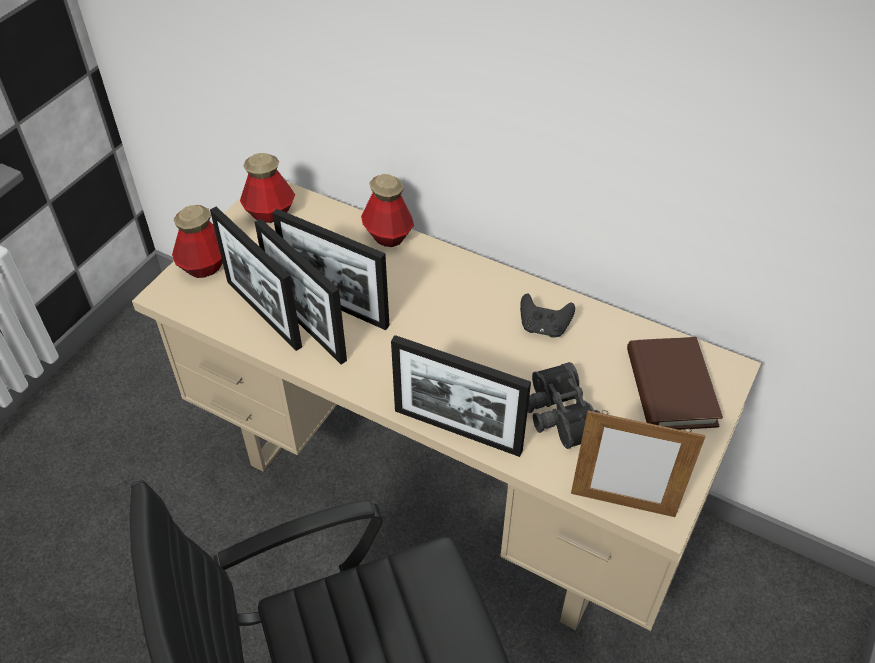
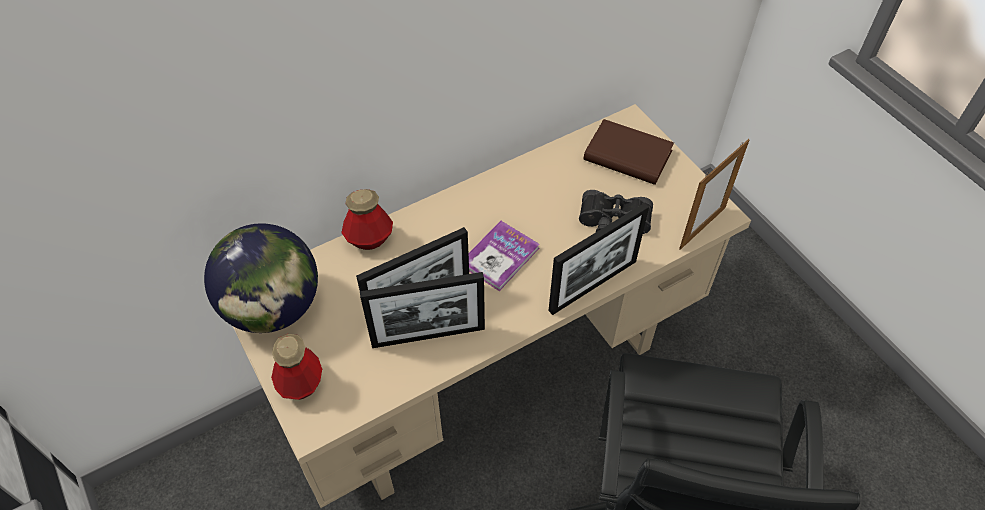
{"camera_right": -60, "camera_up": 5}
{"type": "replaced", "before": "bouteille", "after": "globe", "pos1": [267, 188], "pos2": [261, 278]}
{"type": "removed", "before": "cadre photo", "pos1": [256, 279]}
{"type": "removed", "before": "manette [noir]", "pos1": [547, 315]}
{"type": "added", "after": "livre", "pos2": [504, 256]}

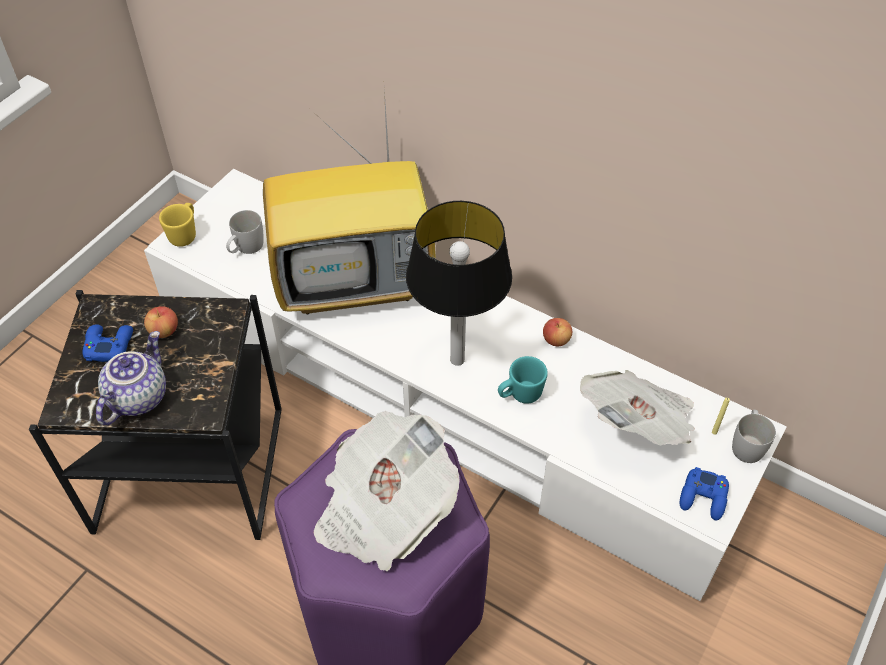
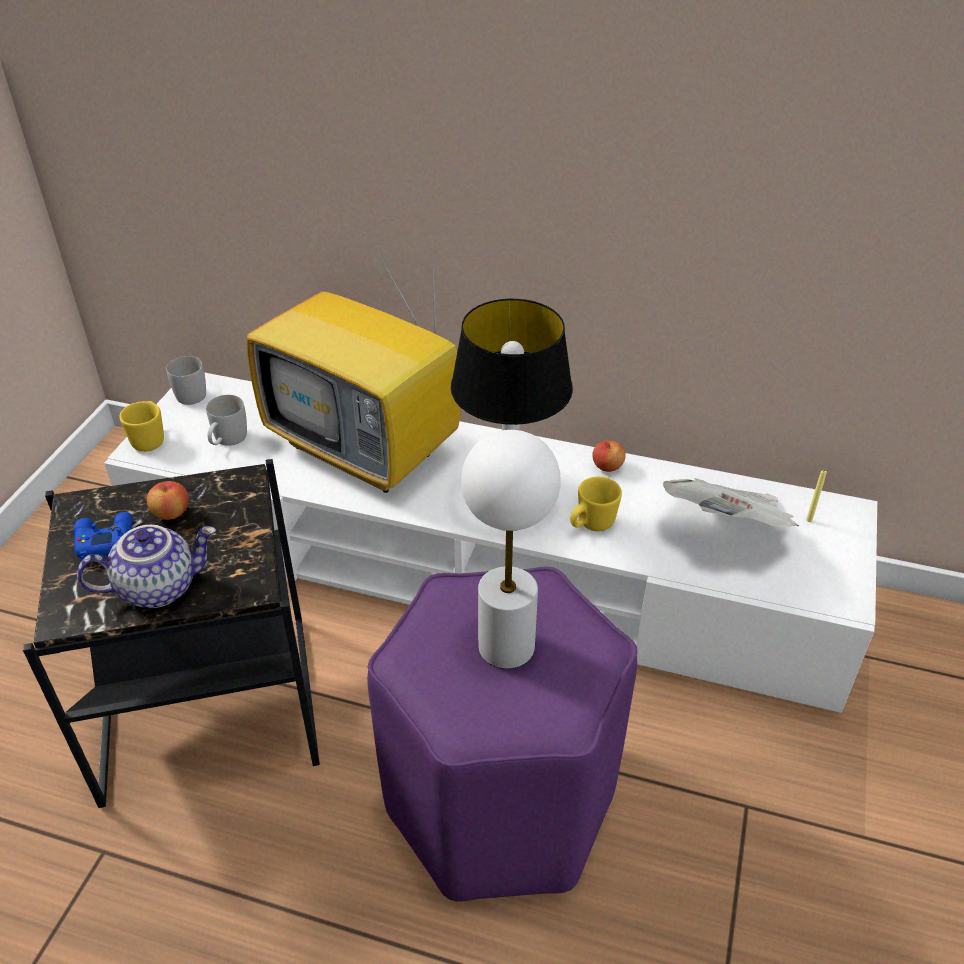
{"camera_right": -15, "camera_up": -10}
{"type": "turned", "before": "téléviseur", "pos1": [349, 202], "pos2": [354, 359], "turn": 60}
{"type": "turned", "before": "théière", "pos1": [131, 378], "pos2": [146, 566], "turn": 60}
{"type": "recoloured", "before": "mug [turquoise]", "after": "mug [jaune]", "pos1": [523, 380], "pos2": [596, 503]}
{"type": "moved", "before": "mug [blanc]", "pos1": [754, 436], "pos2": [186, 380]}
{"type": "replaced", "before": "journal", "after": "lampe de table [blanc]", "pos1": [386, 491], "pos2": [511, 549]}
{"type": "removed", "before": "manette [bleu]", "pos1": [704, 493]}

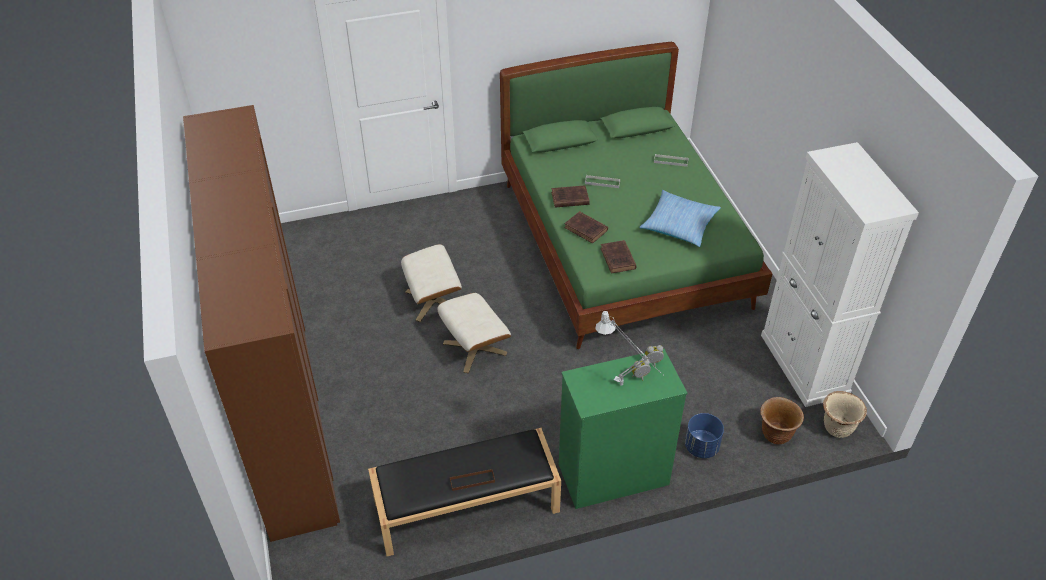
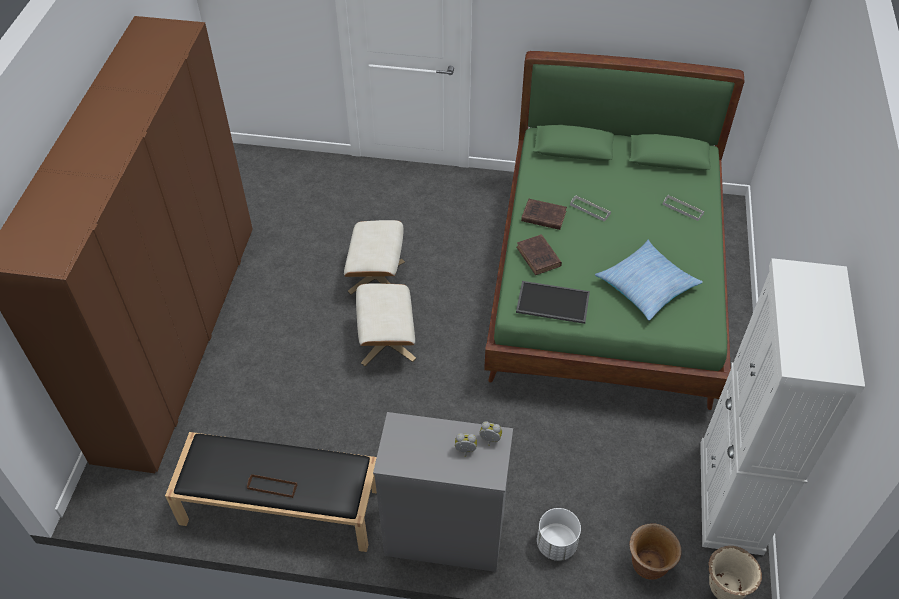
{"camera_right": 25, "camera_up": 5}
{"type": "replaced", "before": "livre [marron]", "after": "plateau", "pos1": [618, 256], "pos2": [553, 302]}
{"type": "removed", "before": "lampe de table [gris]", "pos1": [629, 348]}
{"type": "recoloured", "before": "commode [vert]", "after": "commode [gris]", "pos1": [623, 429], "pos2": [443, 492]}
{"type": "recoloured", "before": "cache-pot [bleu]", "after": "cache-pot [blanc]", "pos1": [704, 435], "pos2": [559, 534]}

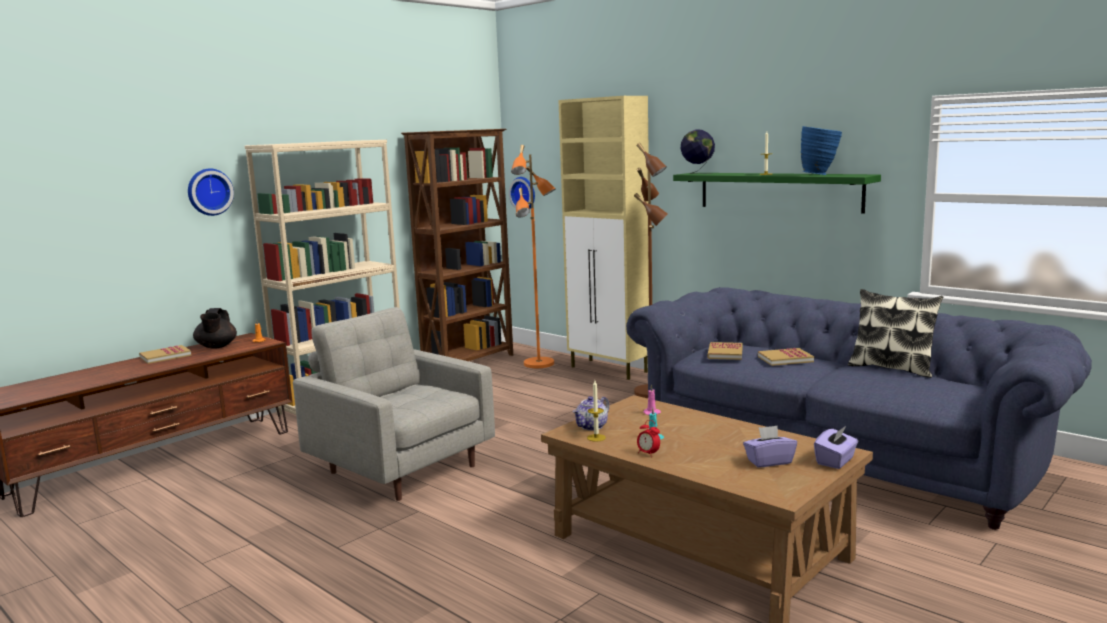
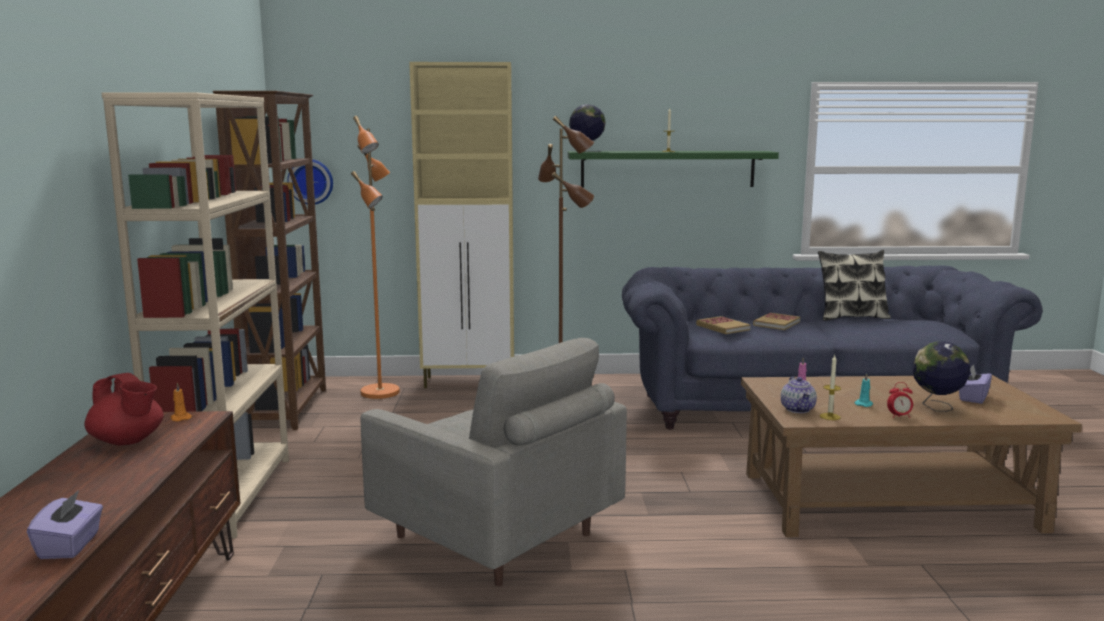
{"camera_right": -45, "camera_up": 0}
{"type": "removed", "before": "vase [bleu]", "pos1": [821, 150]}
{"type": "removed", "before": "horloge murale", "pos1": [211, 192]}
{"type": "turned", "before": "fauteuil [gris]", "pos1": [394, 404], "pos2": [494, 462], "turn": -135}
{"type": "recoloured", "before": "théière [noir]", "after": "théière [rouge]", "pos1": [215, 328], "pos2": [124, 409]}
{"type": "removed", "before": "livre", "pos1": [165, 354]}
{"type": "moved", "before": "boîte à mouchoirs [violet]", "pos1": [836, 447], "pos2": [65, 524]}
{"type": "added", "after": "globe", "pos2": [941, 376]}

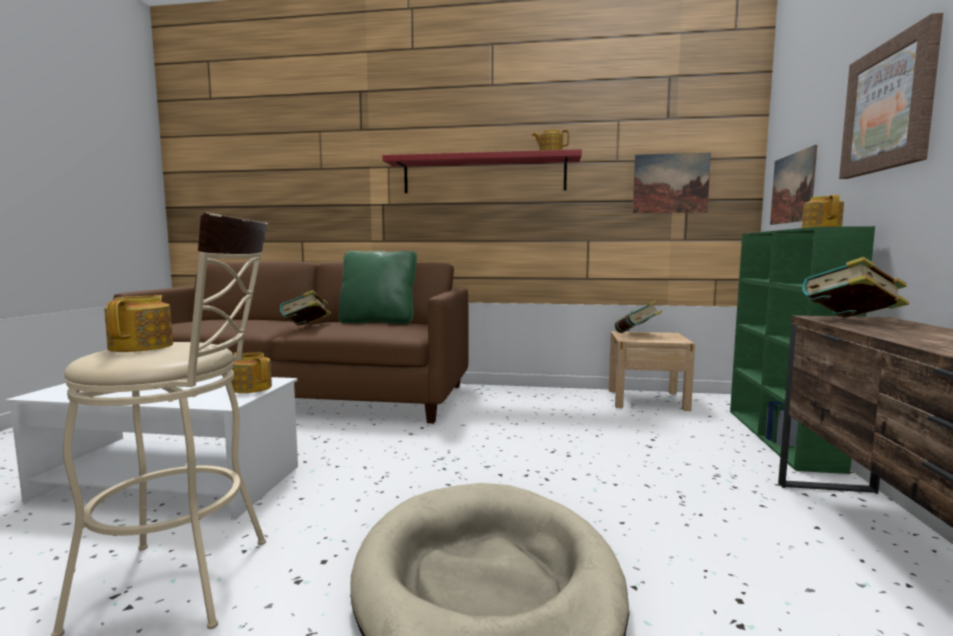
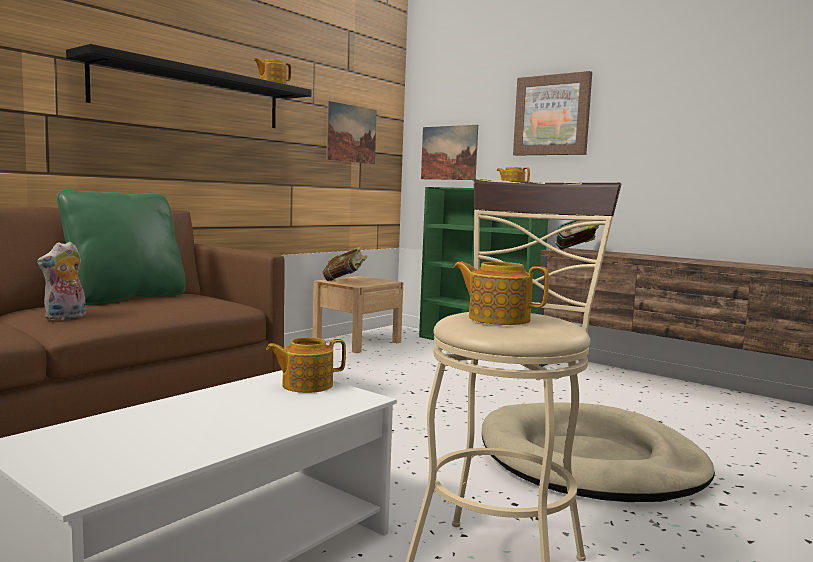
{"camera_right": -60, "camera_up": 0}
{"type": "recoloured", "before": "étagère [rouge]", "after": "étagère [noir]", "pos1": [482, 171], "pos2": [189, 86]}
{"type": "replaced", "before": "livre", "after": "peluche", "pos1": [305, 307], "pos2": [61, 281]}

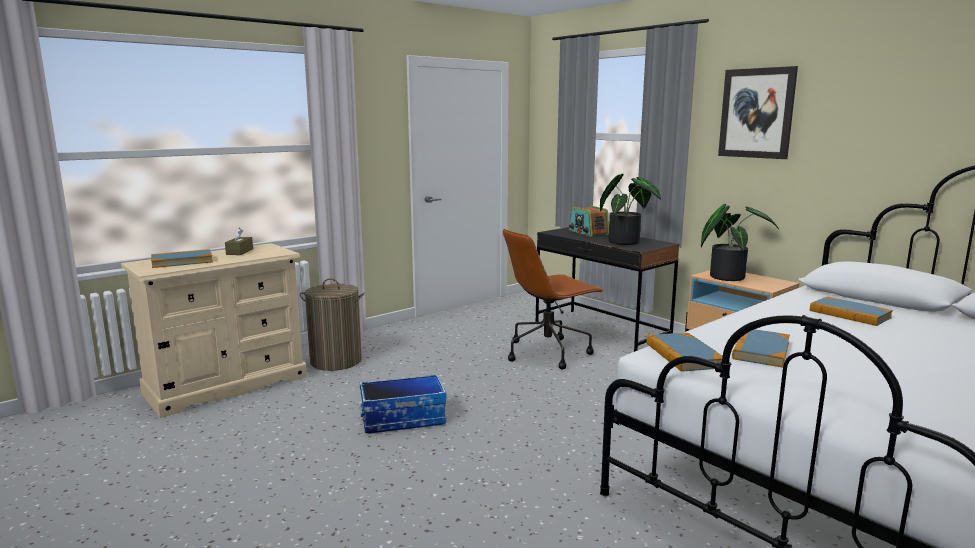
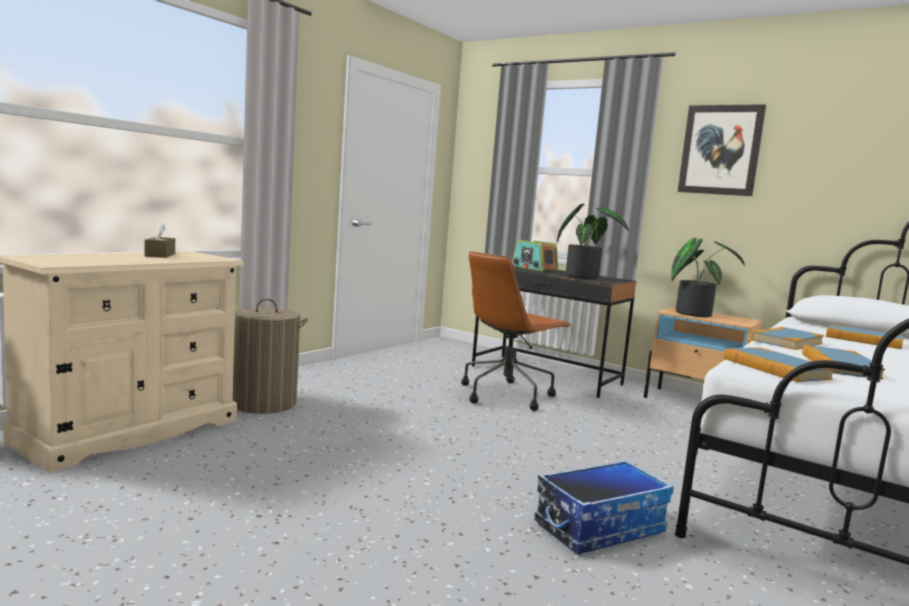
{"camera_right": -15, "camera_up": -5}
{"type": "moved", "before": "livre", "pos1": [182, 258], "pos2": [788, 338]}
{"type": "moved", "before": "boîte de rangement", "pos1": [403, 404], "pos2": [604, 507]}

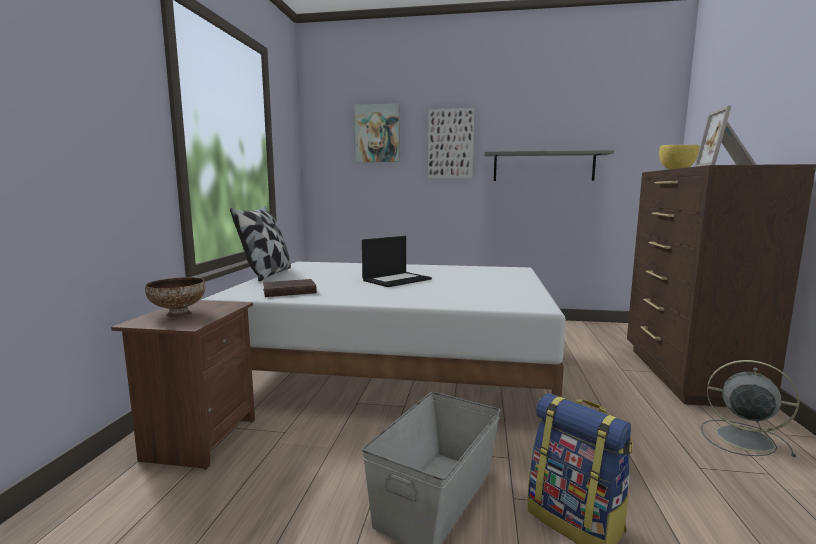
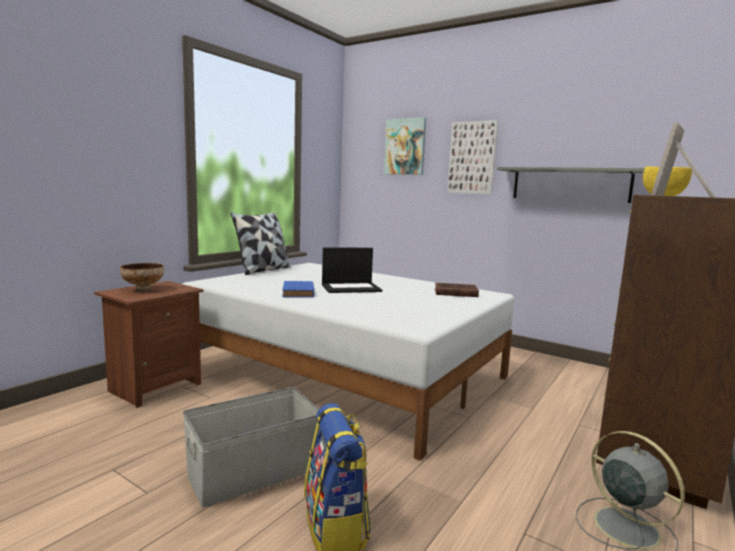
{"camera_right": 25, "camera_up": 0}
{"type": "moved", "before": "livre [marron]", "pos1": [290, 288], "pos2": [457, 290]}
{"type": "added", "after": "livre [bleu]", "pos2": [298, 289]}

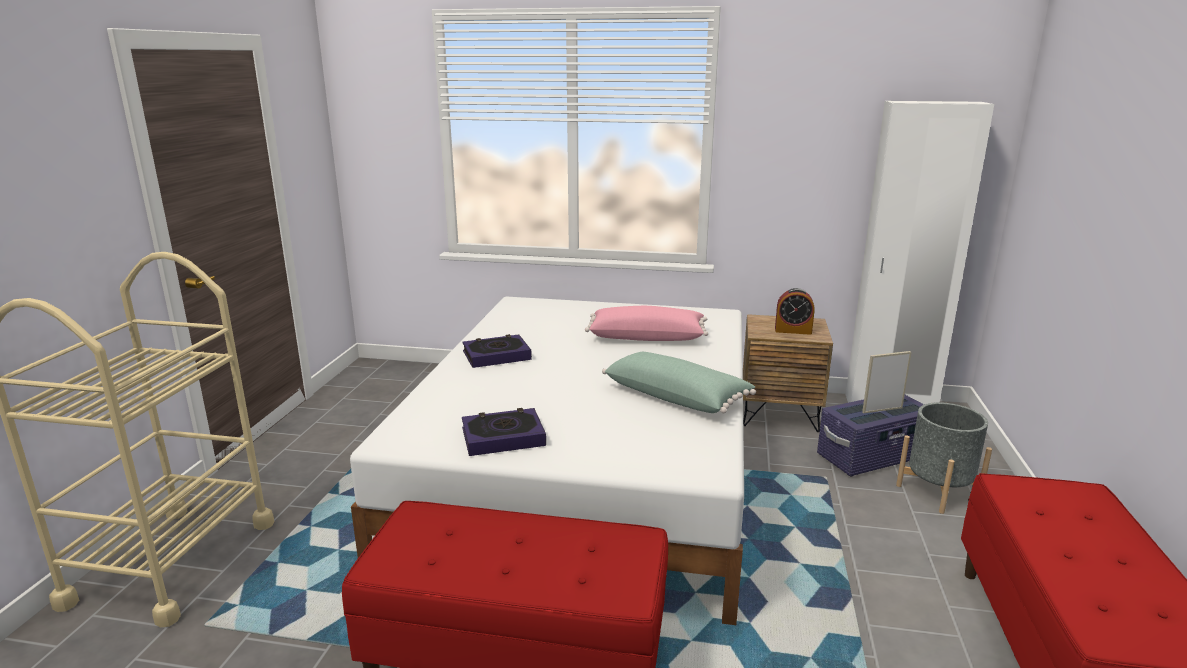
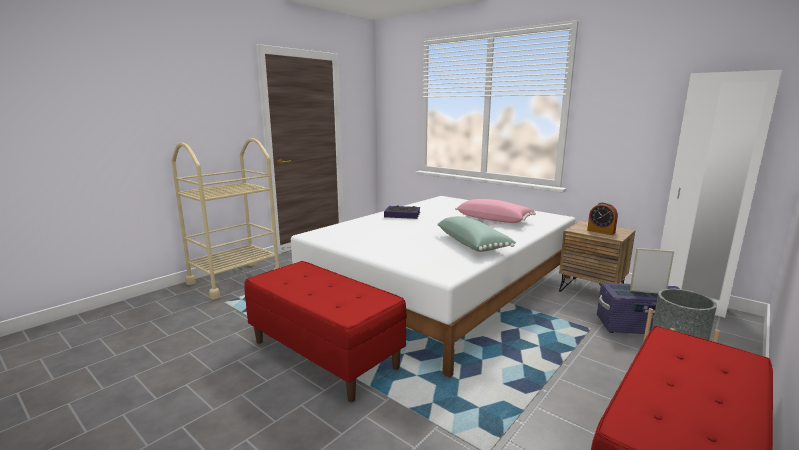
{"camera_right": 30, "camera_up": -5}
{"type": "removed", "before": "livre", "pos1": [504, 432]}

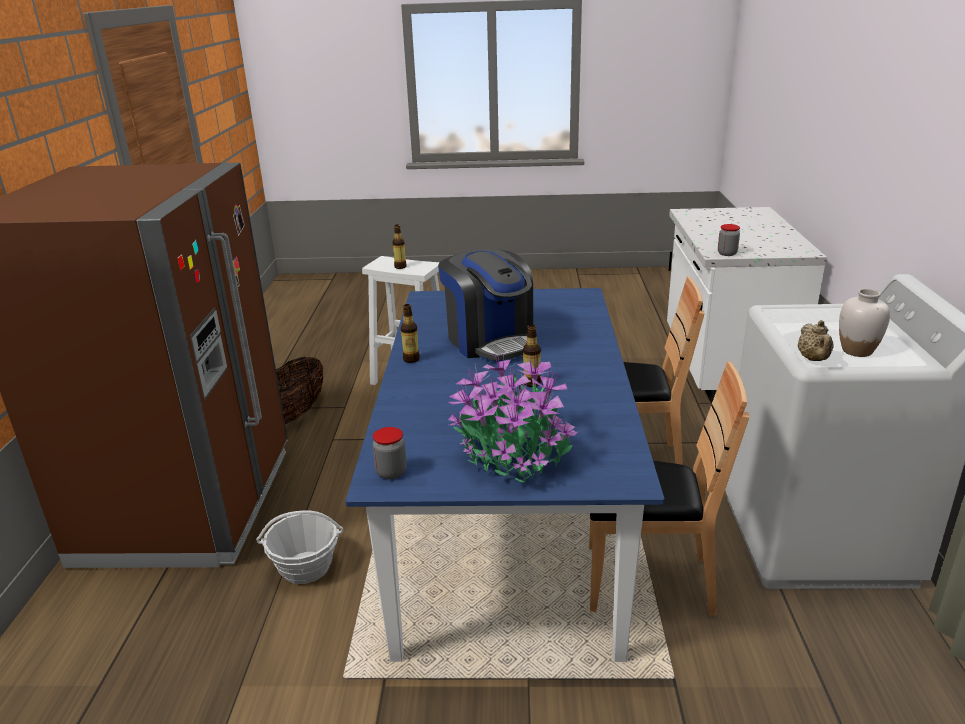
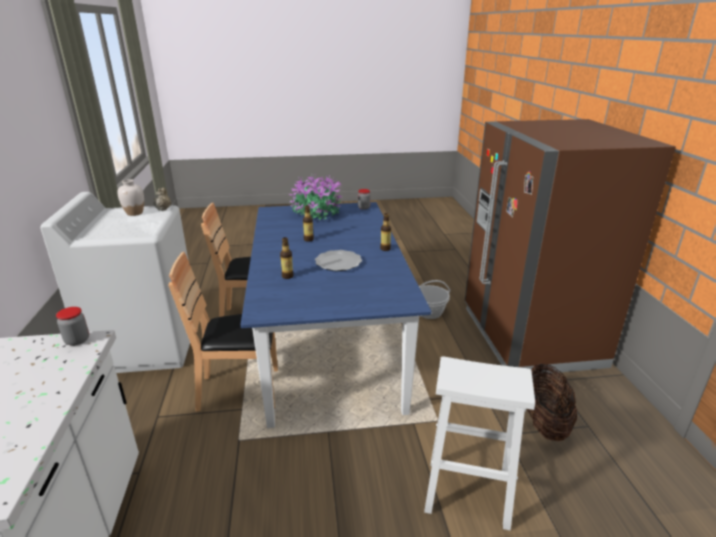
{"camera_right": 170, "camera_up": 0}
{"type": "moved", "before": "bouteille", "pos1": [400, 246], "pos2": [287, 258]}
{"type": "replaced", "before": "machine à café", "after": "assiette", "pos1": [485, 305], "pos2": [338, 260]}

